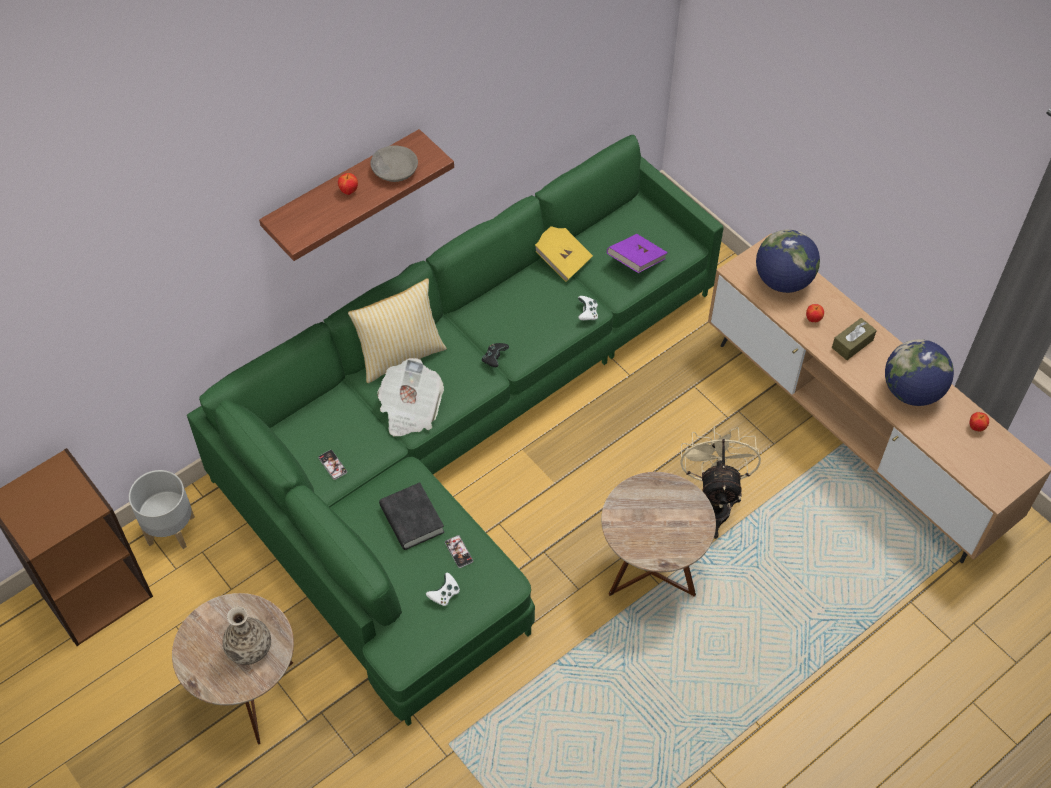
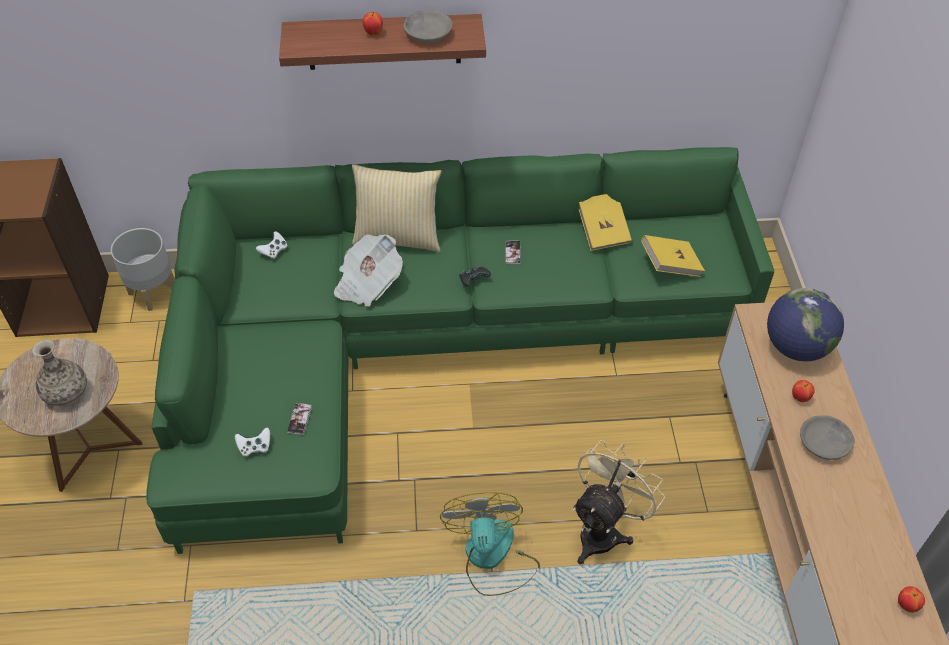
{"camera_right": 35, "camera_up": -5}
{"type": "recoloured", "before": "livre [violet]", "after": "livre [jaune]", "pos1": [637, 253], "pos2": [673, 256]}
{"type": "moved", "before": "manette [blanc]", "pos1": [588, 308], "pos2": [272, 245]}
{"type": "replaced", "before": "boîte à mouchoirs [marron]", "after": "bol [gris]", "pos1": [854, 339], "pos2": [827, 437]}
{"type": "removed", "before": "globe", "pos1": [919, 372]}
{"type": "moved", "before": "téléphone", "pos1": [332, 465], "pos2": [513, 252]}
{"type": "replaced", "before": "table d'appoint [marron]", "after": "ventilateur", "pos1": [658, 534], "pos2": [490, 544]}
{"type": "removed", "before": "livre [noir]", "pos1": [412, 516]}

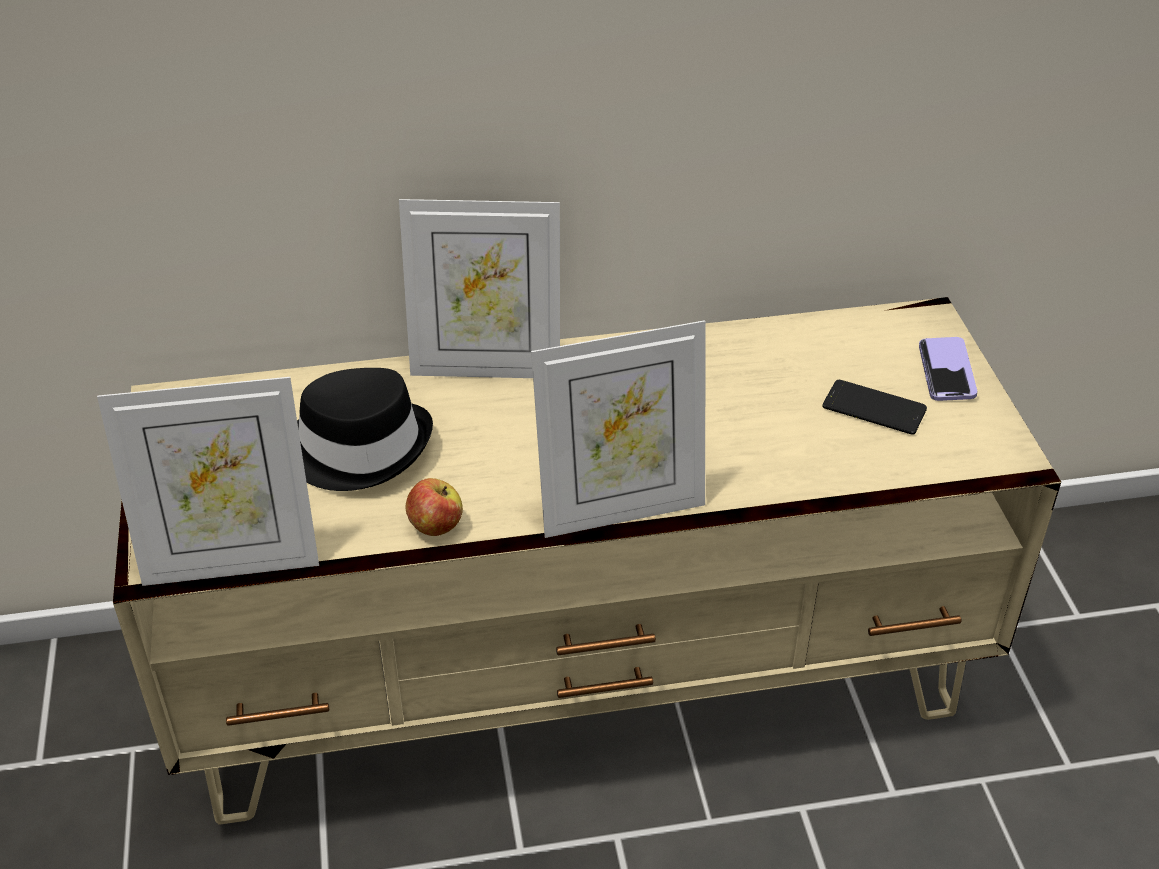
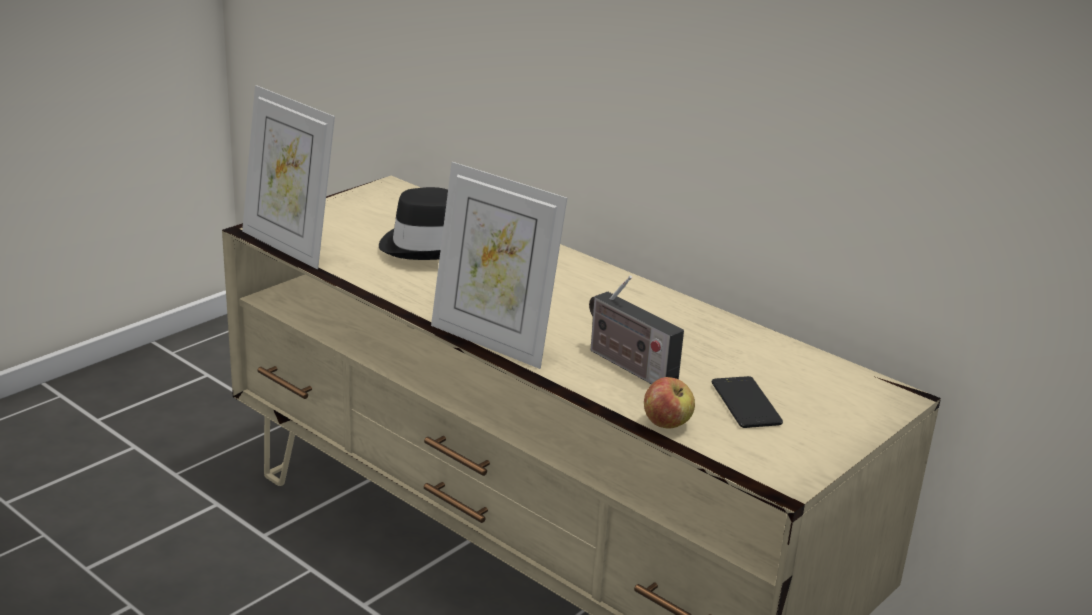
{"camera_right": 50, "camera_up": -15}
{"type": "removed", "before": "cadre photo", "pos1": [479, 288]}
{"type": "removed", "before": "téléphone", "pos1": [948, 369]}
{"type": "moved", "before": "pomme", "pos1": [434, 507], "pos2": [669, 403]}
{"type": "added", "after": "radio", "pos2": [636, 330]}

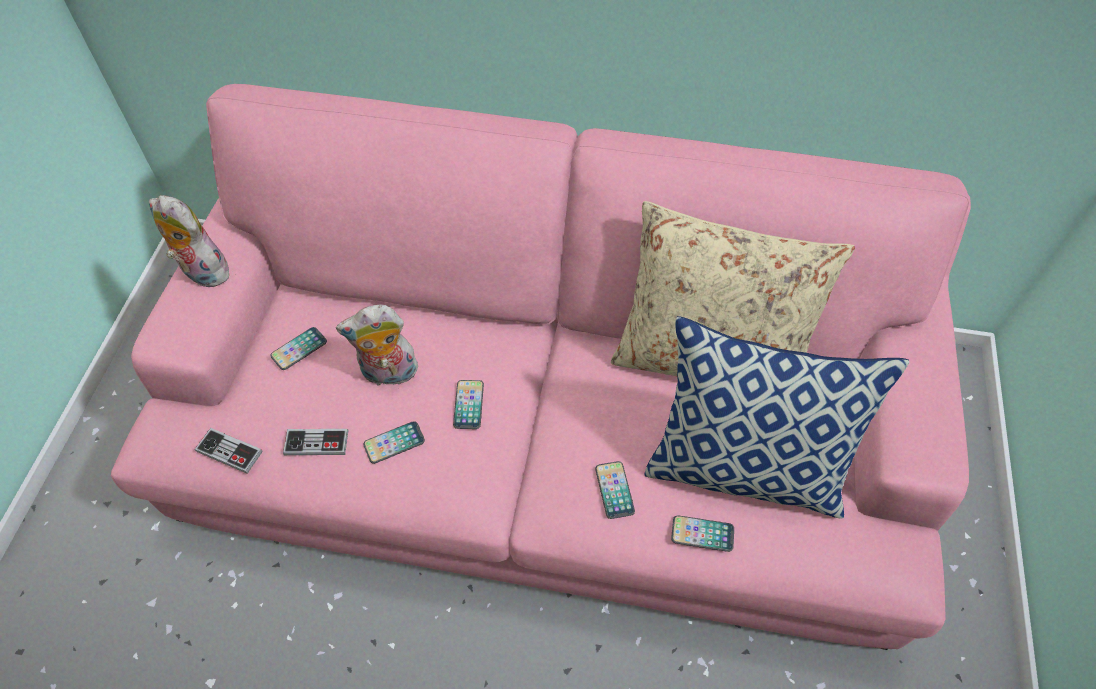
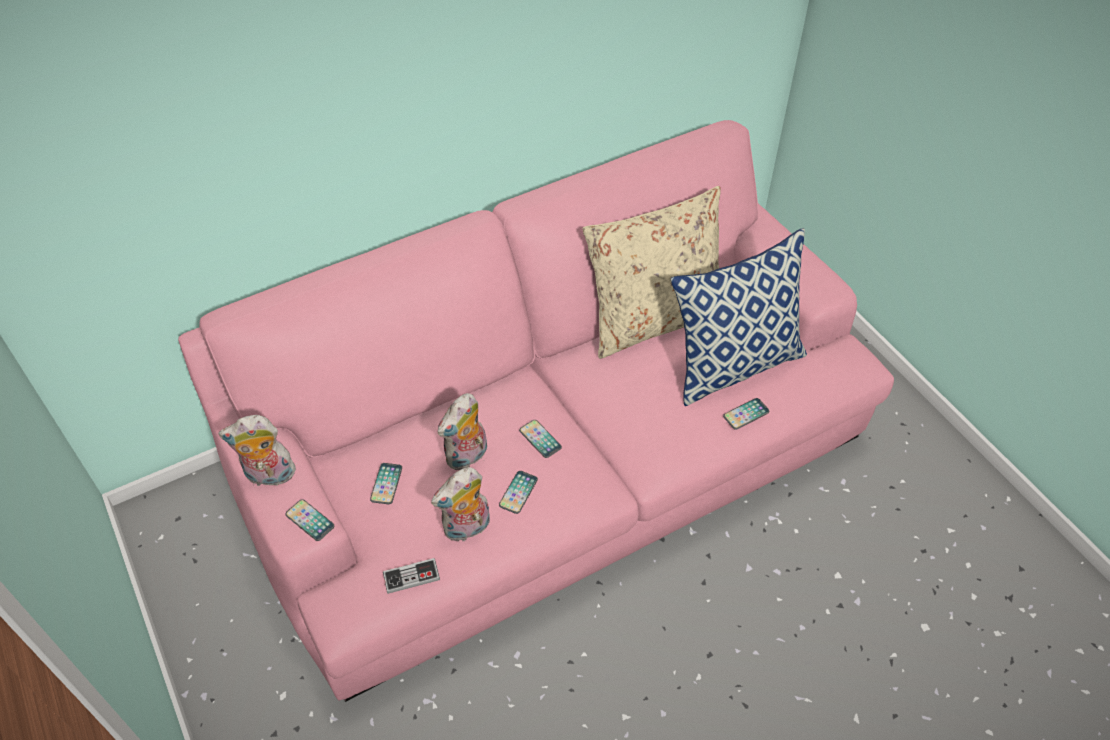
{"camera_right": -40, "camera_up": -5}
{"type": "replaced", "before": "manette", "after": "peluche", "pos1": [315, 442], "pos2": [460, 504]}
{"type": "moved", "before": "téléphone", "pos1": [615, 490], "pos2": [309, 520]}

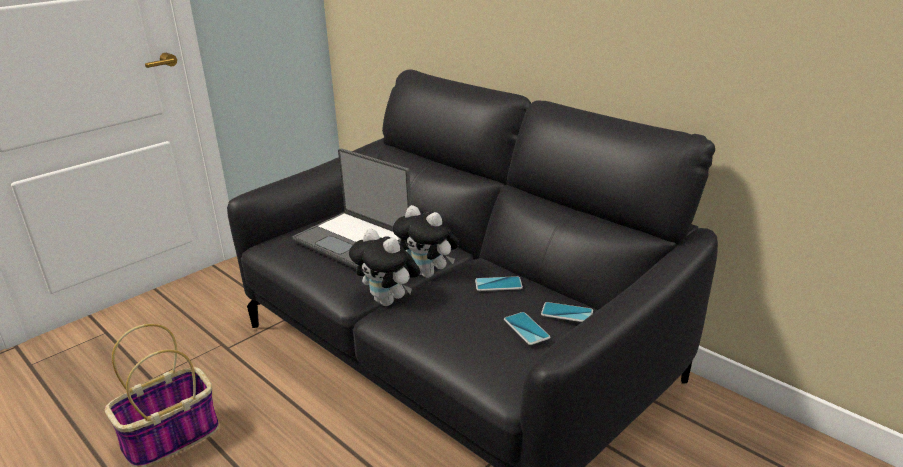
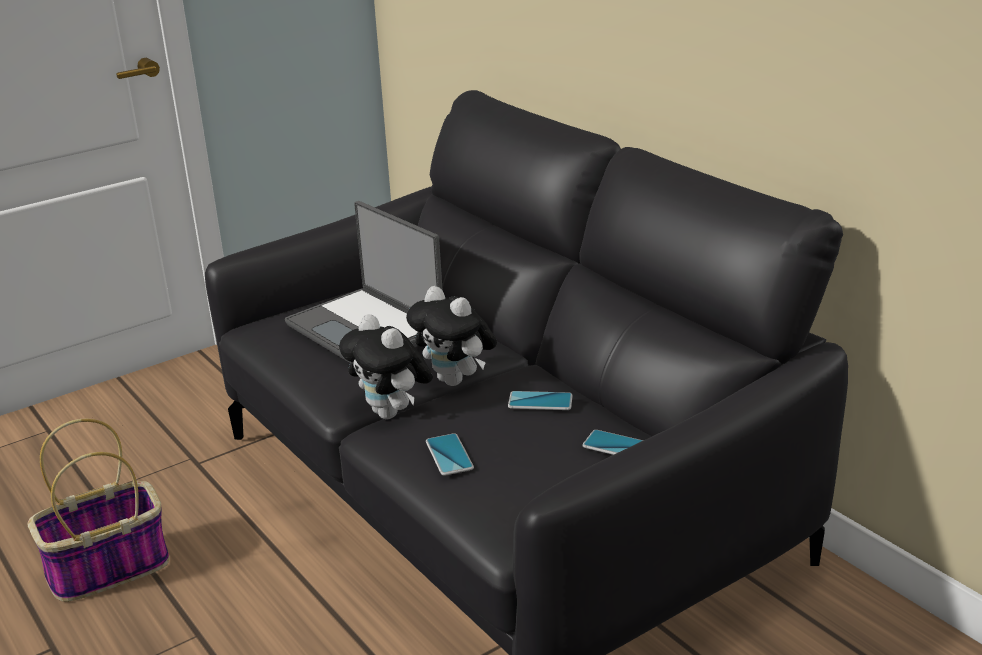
{"camera_right": 10, "camera_up": 0}
{"type": "moved", "before": "téléphone", "pos1": [527, 328], "pos2": [450, 454]}

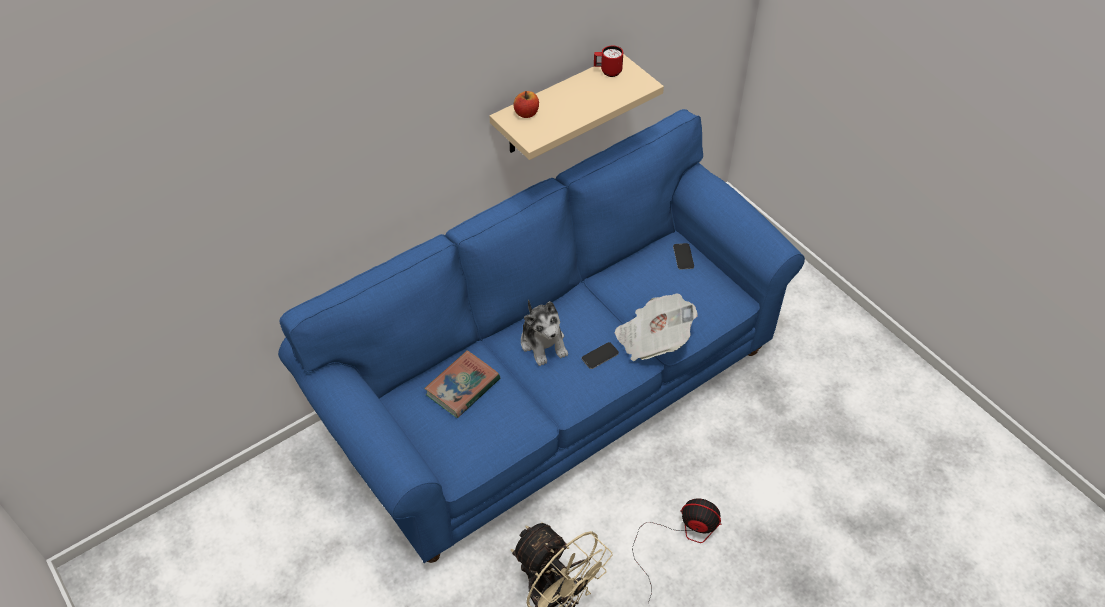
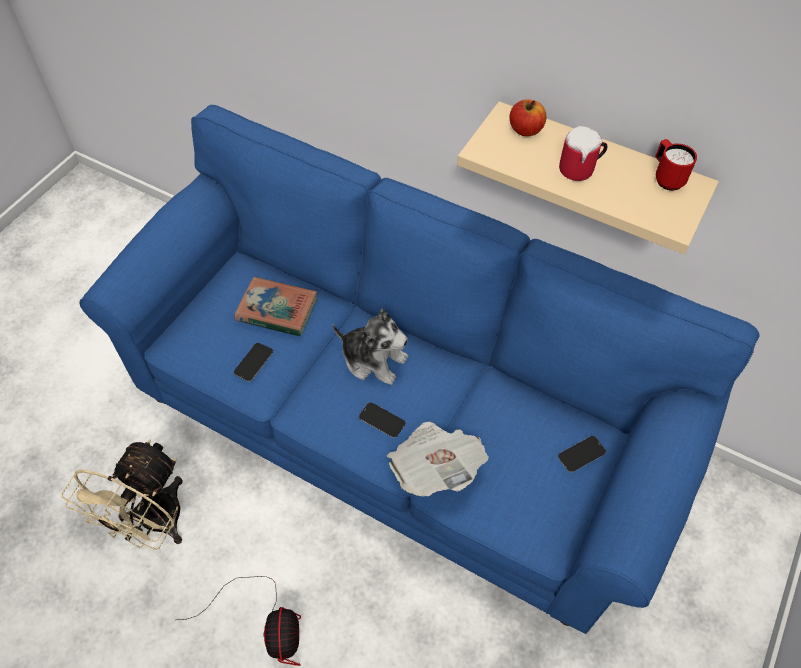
{"camera_right": 65, "camera_up": 5}
{"type": "turned", "before": "peluche", "pos1": [544, 332], "pos2": [370, 347], "turn": -105}
{"type": "added", "after": "mug", "pos2": [583, 153]}
{"type": "added", "after": "téléphone", "pos2": [253, 362]}

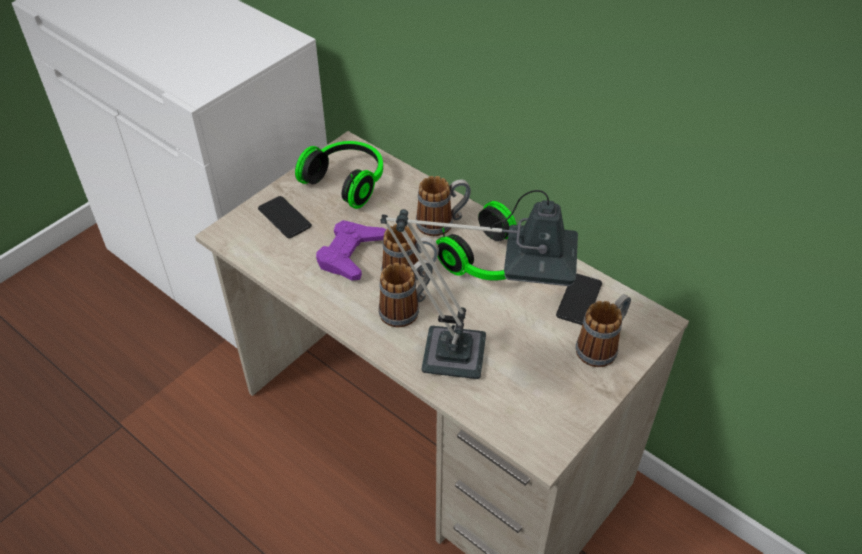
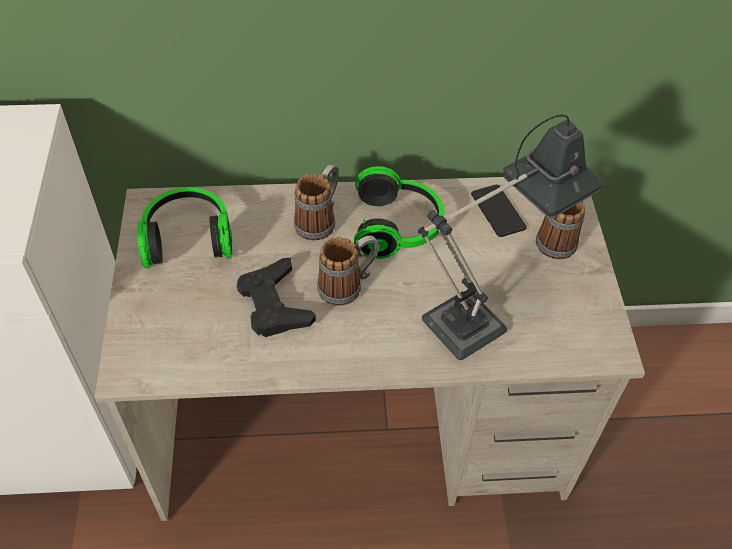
{"camera_right": -45, "camera_up": 5}
{"type": "removed", "before": "téléphone", "pos1": [285, 217]}
{"type": "recoloured", "before": "manette [violet]", "after": "manette [noir]", "pos1": [351, 250], "pos2": [276, 297]}
{"type": "removed", "before": "mug", "pos1": [405, 293]}

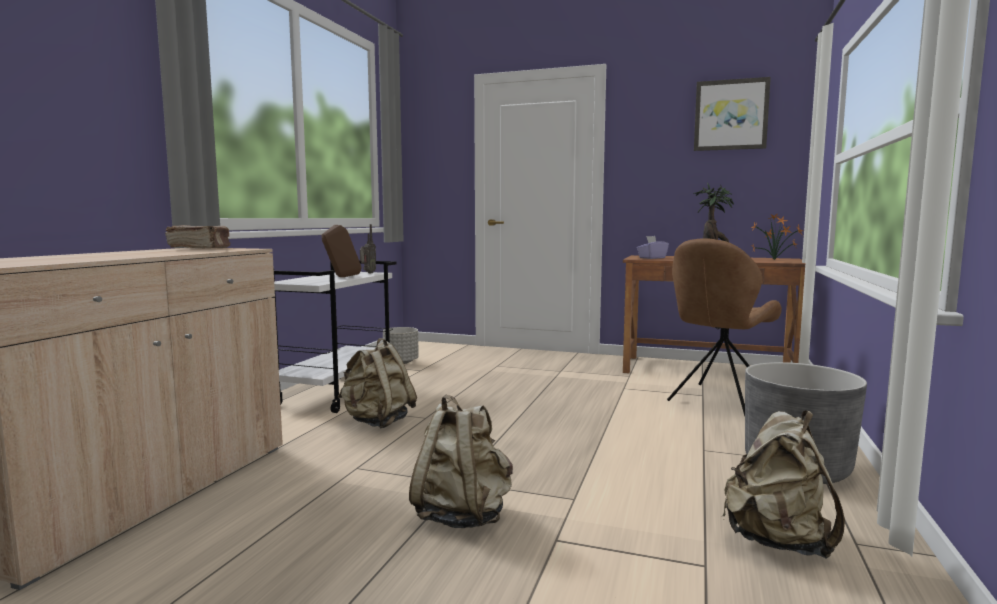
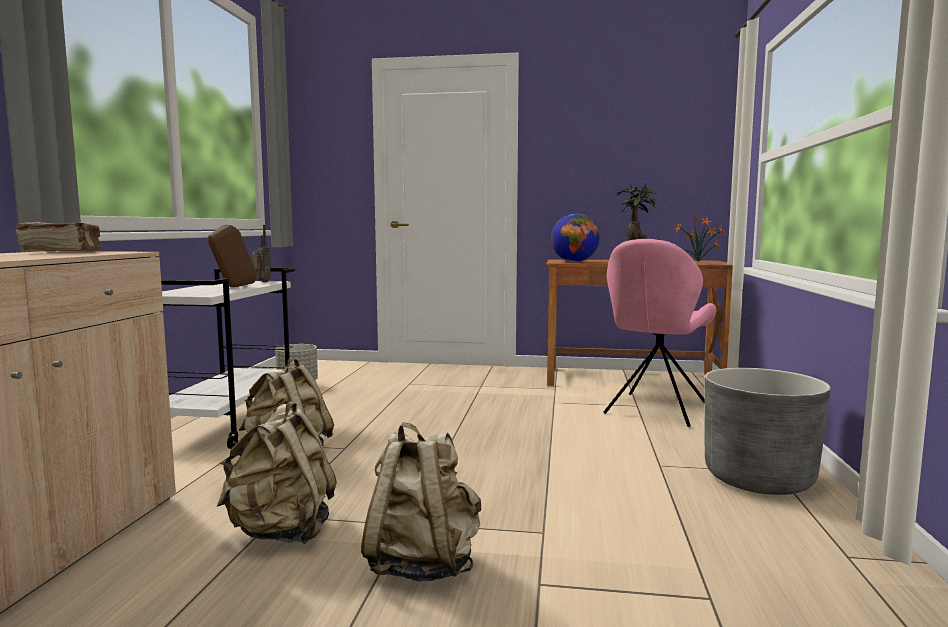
{"camera_right": -10, "camera_up": 0}
{"type": "removed", "before": "tableau", "pos1": [732, 114]}
{"type": "replaced", "before": "boîte à mouchoirs [violet]", "after": "globe", "pos1": [653, 247], "pos2": [575, 238]}
{"type": "recoloured", "before": "chaise [marron]", "after": "chaise [rose]", "pos1": [724, 327], "pos2": [659, 333]}
{"type": "moved", "before": "sac à dos [beige]", "pos1": [783, 484], "pos2": [277, 472]}

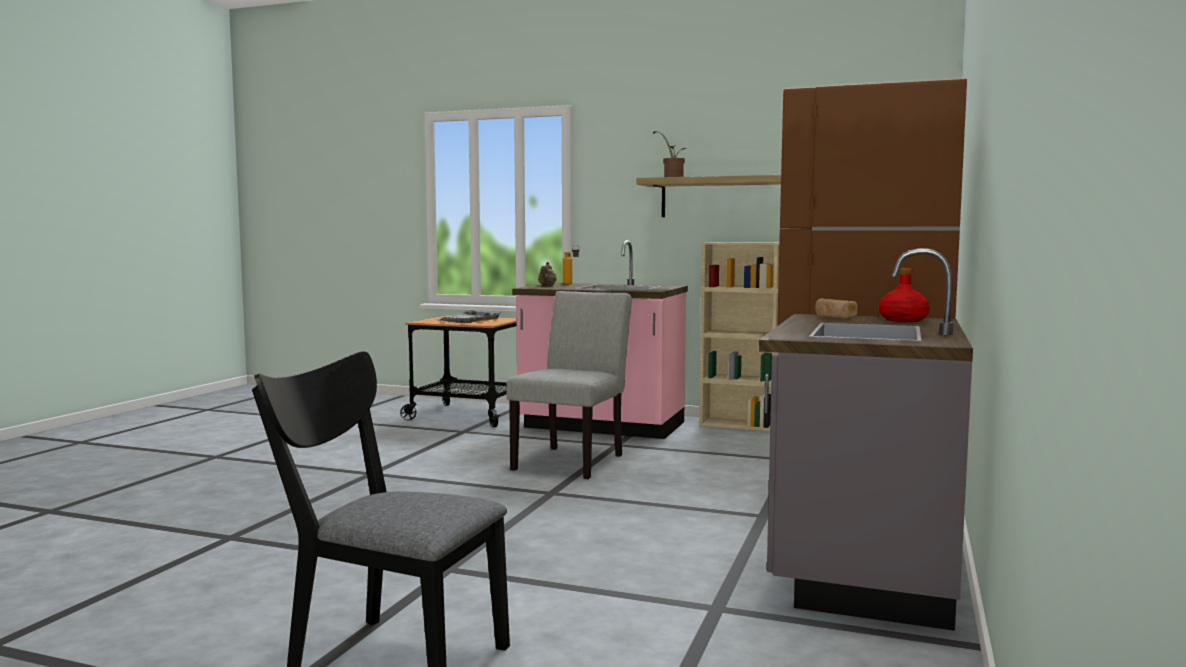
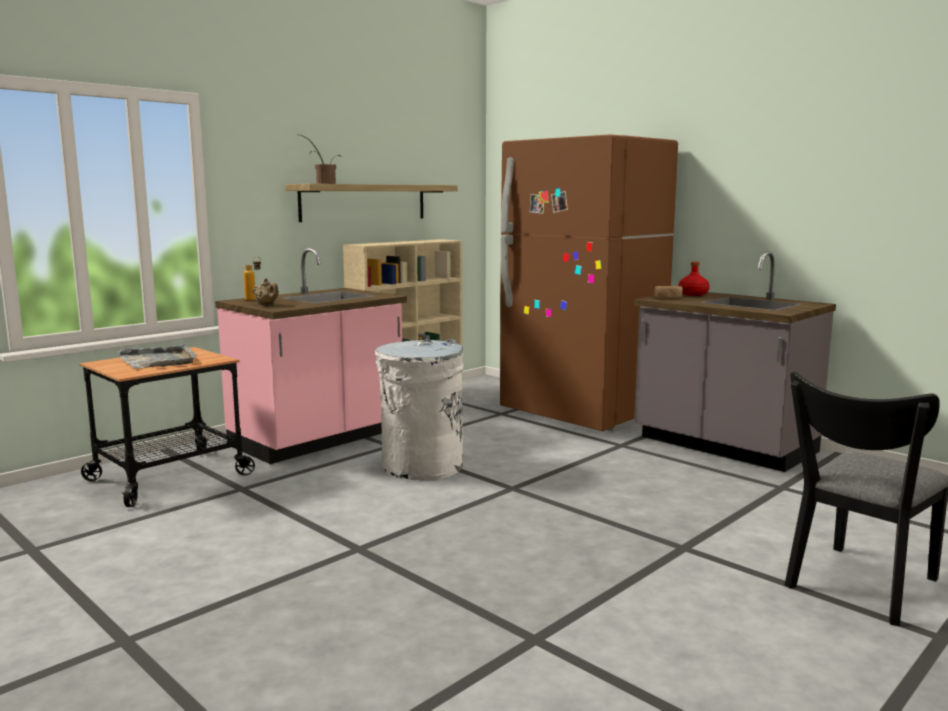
{"camera_right": -65, "camera_up": 5}
{"type": "replaced", "before": "chaise [gris]", "after": "poubelle [blanc]", "pos1": [569, 385], "pos2": [419, 409]}

